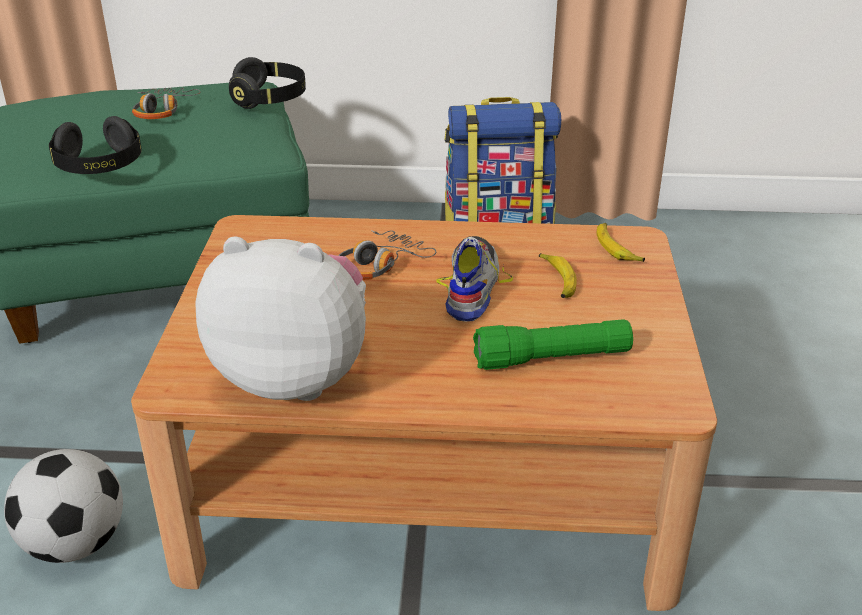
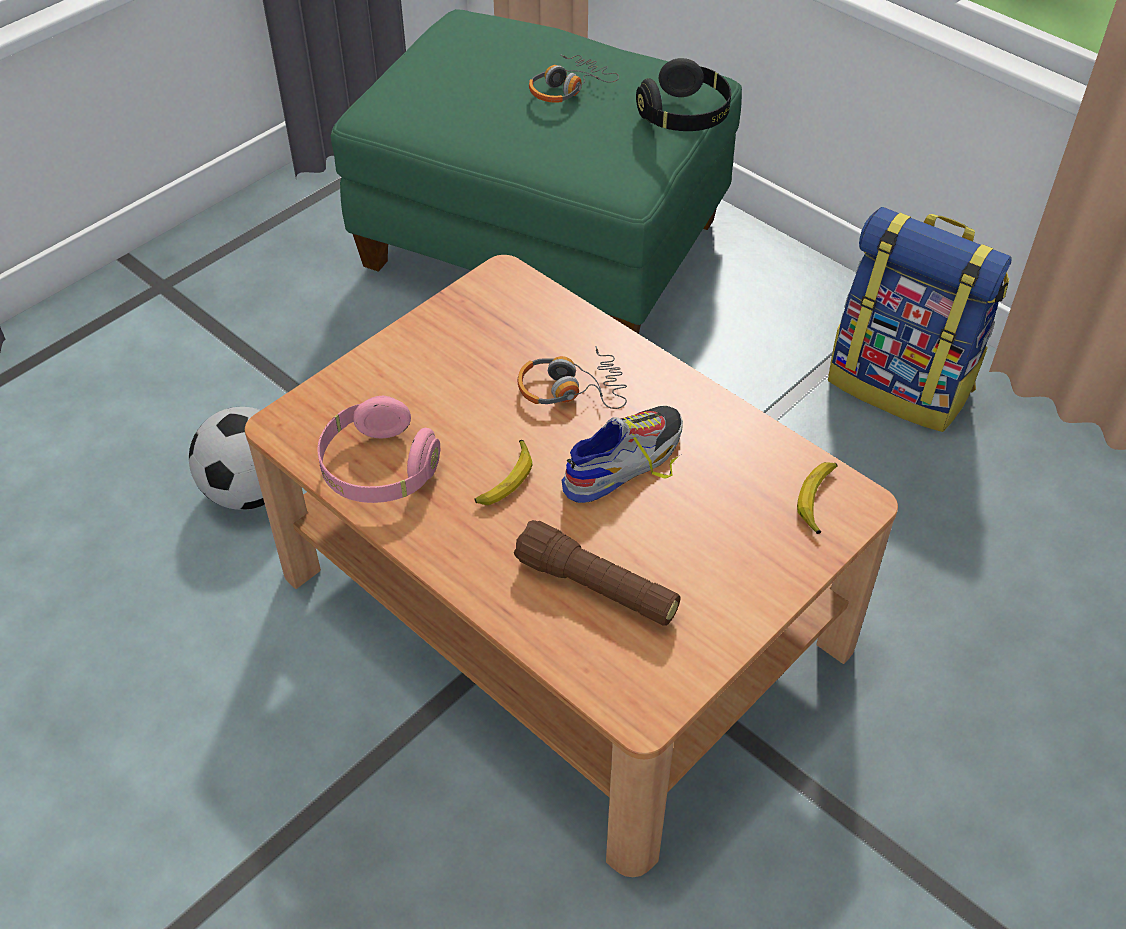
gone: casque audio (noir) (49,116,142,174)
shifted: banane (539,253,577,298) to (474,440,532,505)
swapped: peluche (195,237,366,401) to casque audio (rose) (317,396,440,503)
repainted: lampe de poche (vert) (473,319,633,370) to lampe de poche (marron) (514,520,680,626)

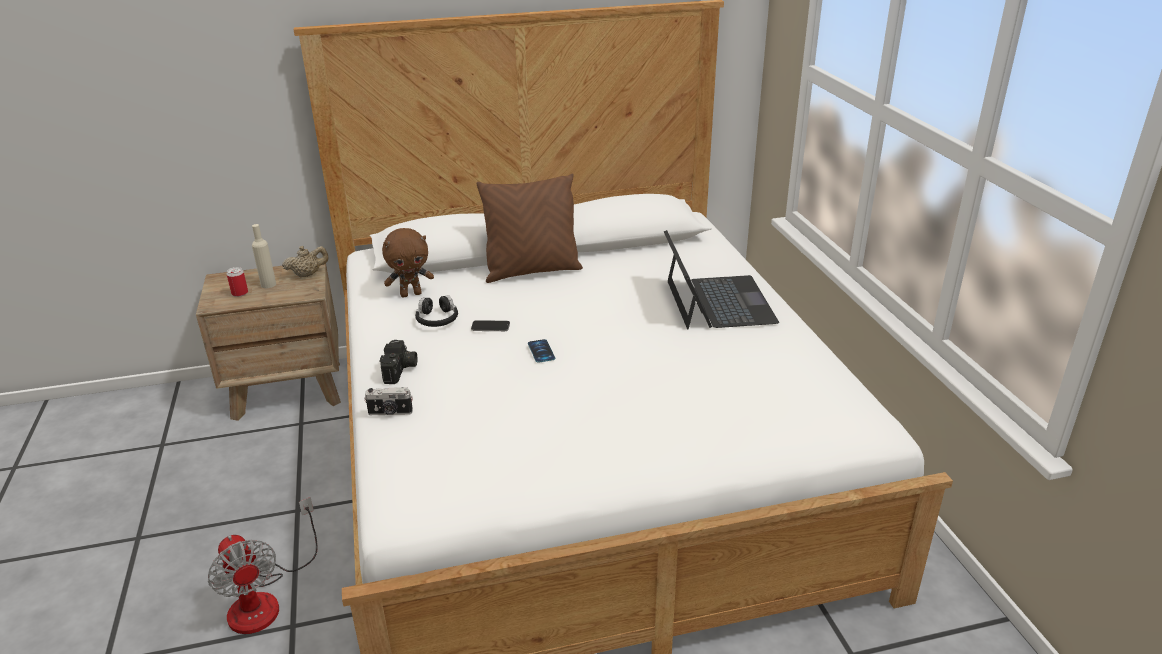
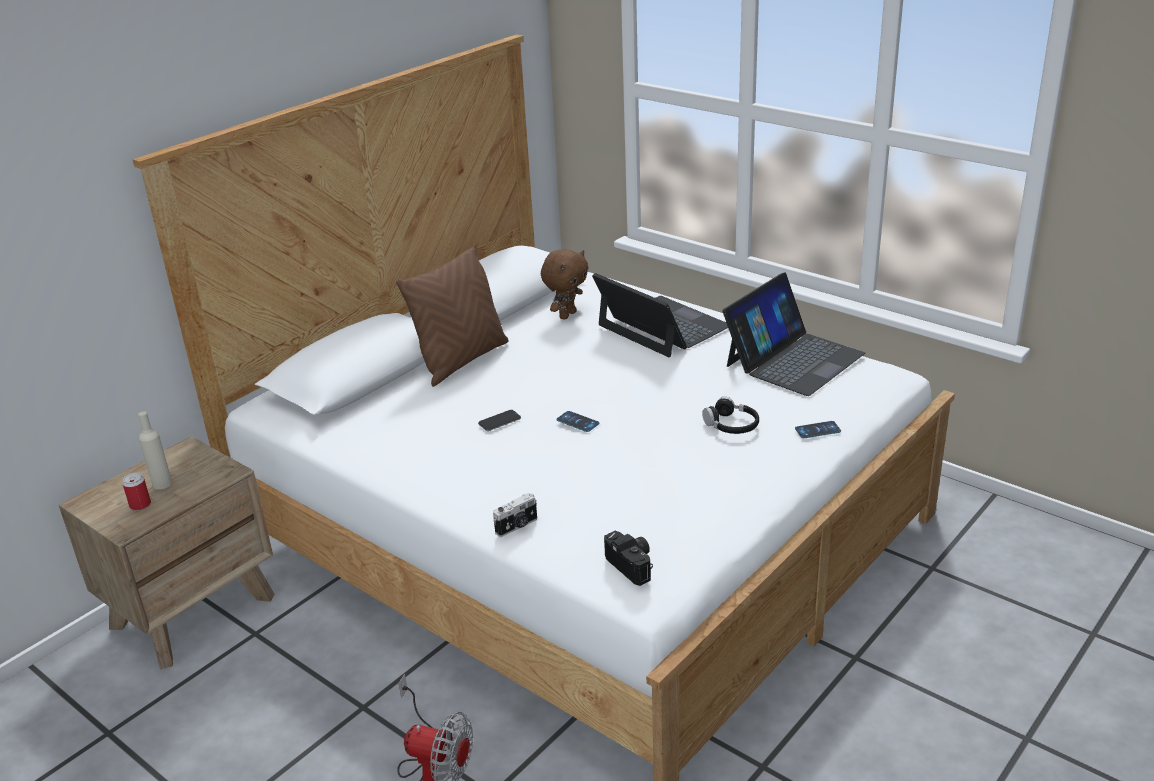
gone: théière (beige) (282,246,329,278)
new: ordinateur portable (723,272,865,396); téléphone (795,421,841,438)
shifted: peluche (marron) (382,228,434,297) to (541,249,588,320); casque audio (noir) (415,295,458,327) to (702,397,759,434); appareil photo (380,340,417,384) to (604,531,653,586)

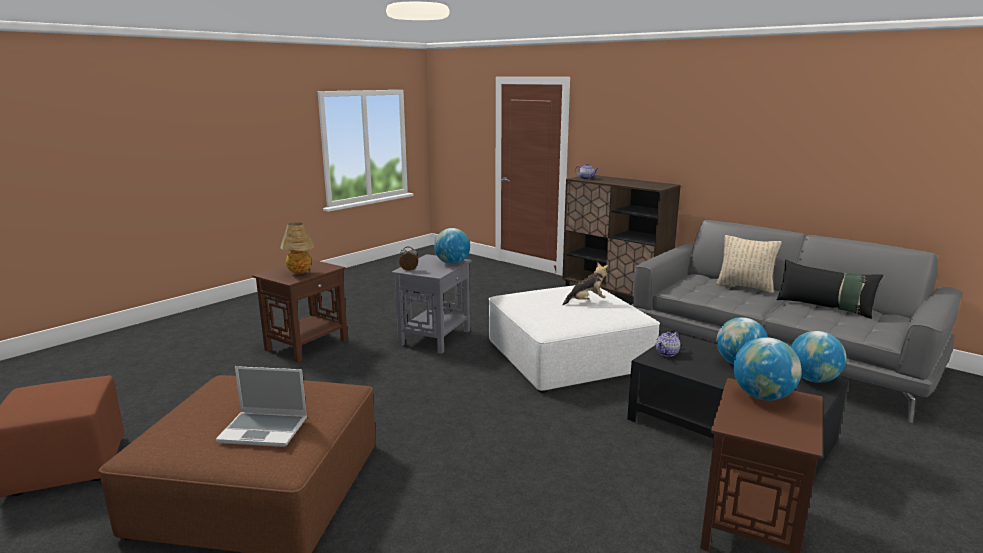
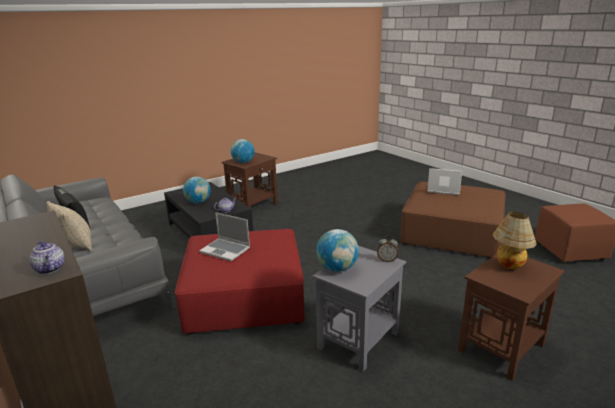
gone: globe (791,331,847,383)
swapped: peluche (563,262,608,305) to ordinateur portable (199,212,250,261)
repainted: pouf (blanc) (489,285,660,393) to pouf (rouge) (175,229,304,334)

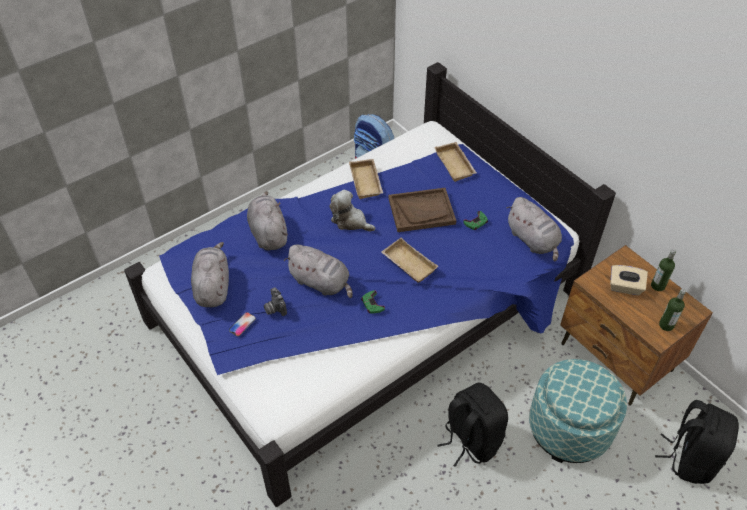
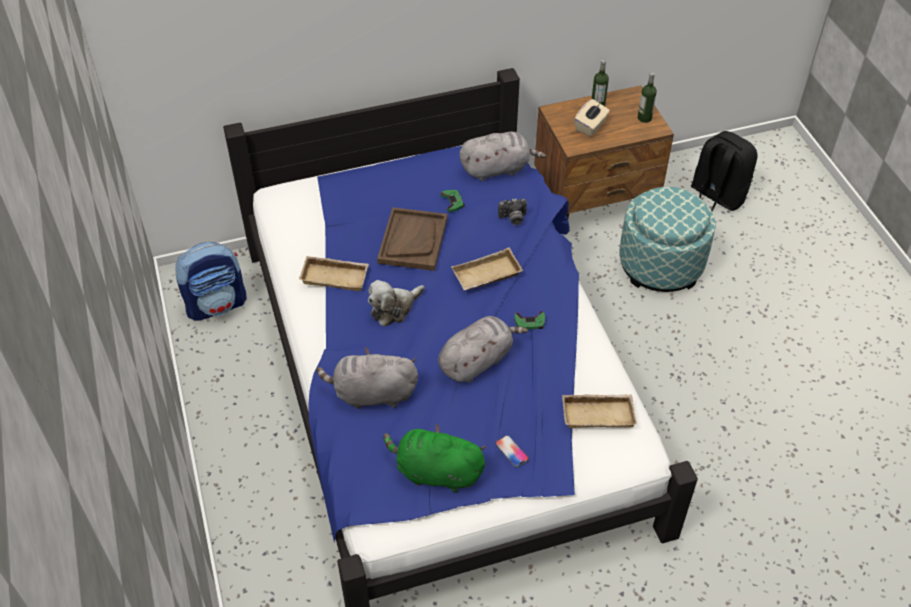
gone: sac à dos (noir) (437,383,508,467)
shifted: plateau (beige) (434,142,477,182) to (562,394,637,428); appareil photo (264,287,287,316) to (498,198,527,225)
repainted: peluche (gris) (191,242,229,307) to peluche (vert) (383,424,486,492)

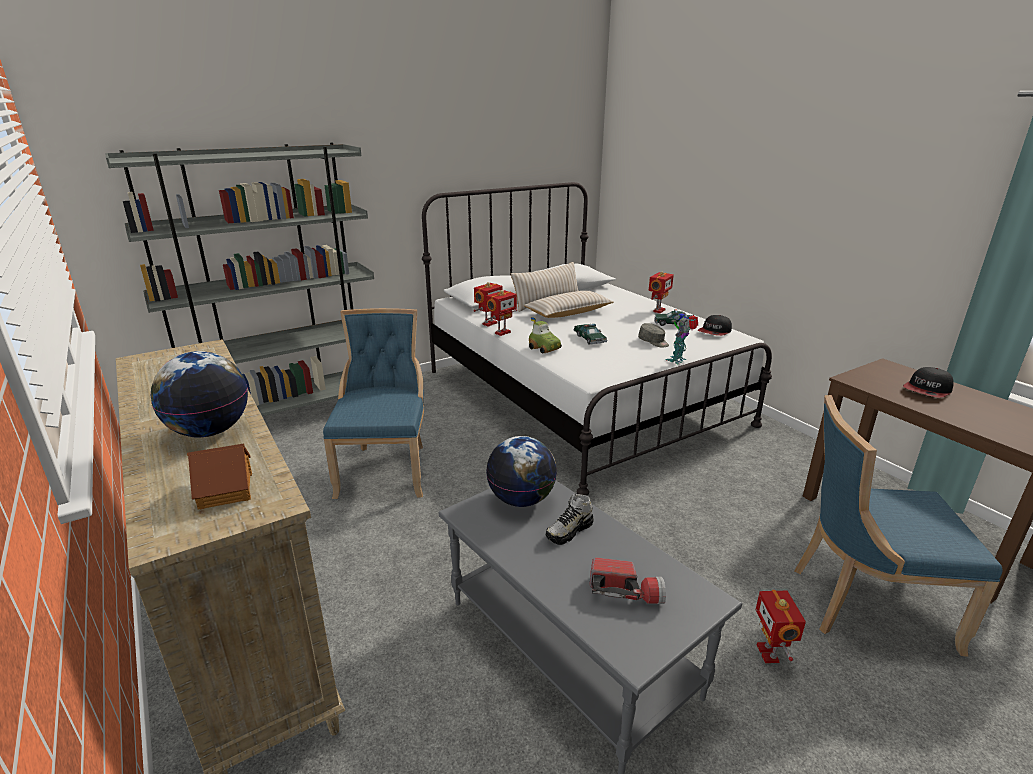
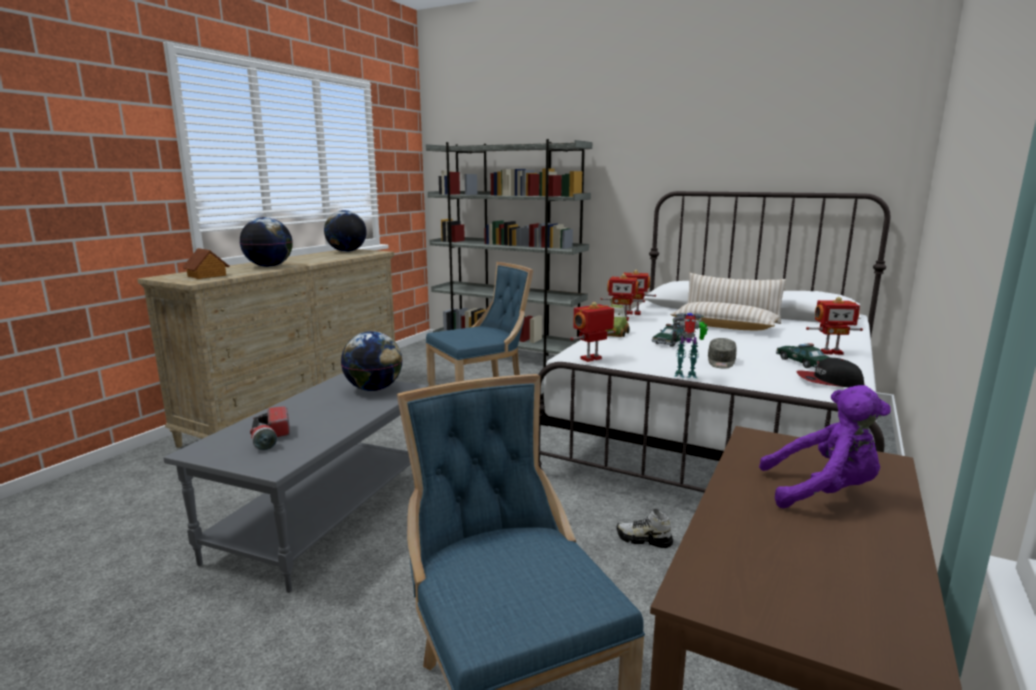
new: globe (324,210,367,252)
shifted: chaussure (546,494,594,545) to (617,509,673,548); robot jouet (756,590,806,663) to (570,302,616,362)
swapped: casquette (903,367,954,398) to peluche (violet) (759,385,891,508)

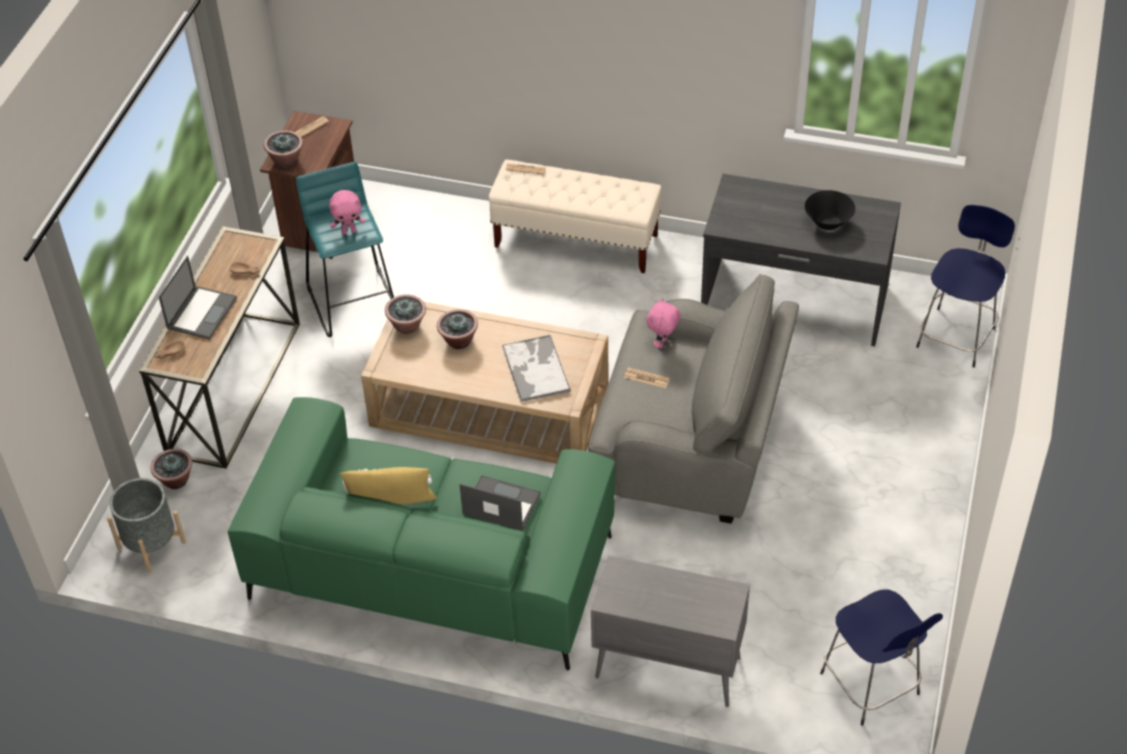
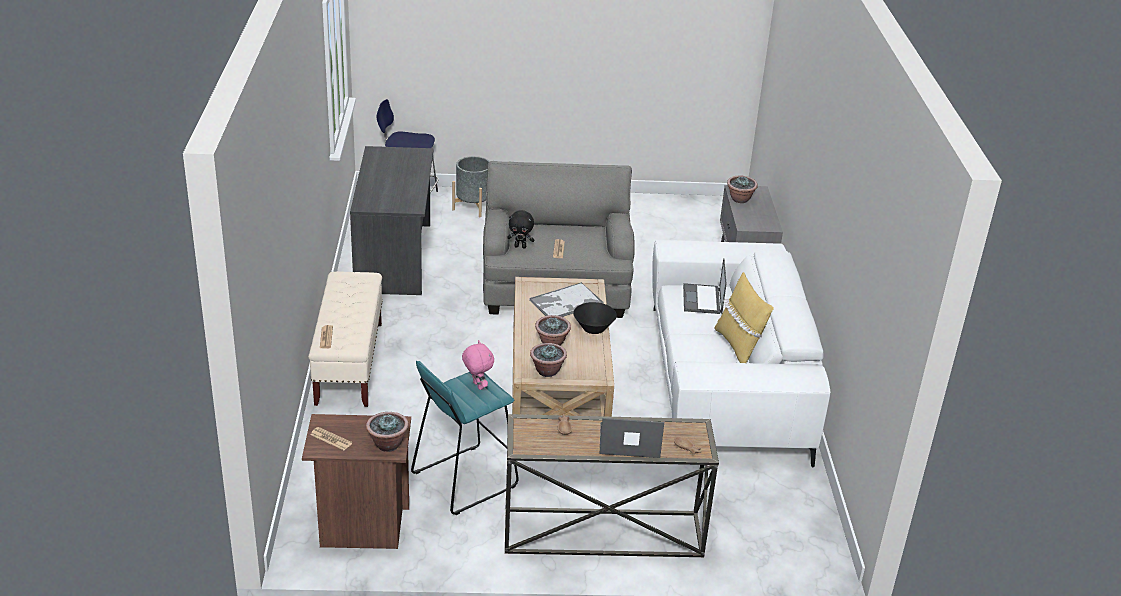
gone: tabouret (bleu) (820,589,943,726)
shifted: bol (noir) (805,190,855,230) to (573,302,617,334); plante en pot (150,449,193,489) to (727,176,758,203); cache-pot (gris) (107,478,186,573) to (452,156,490,217)
repainted: peluche (rose) (647,298,681,348) to peluche (noir) (507,210,534,248); canapé (vert) (228,397,615,671) to canapé (blanc) (652,240,830,467)

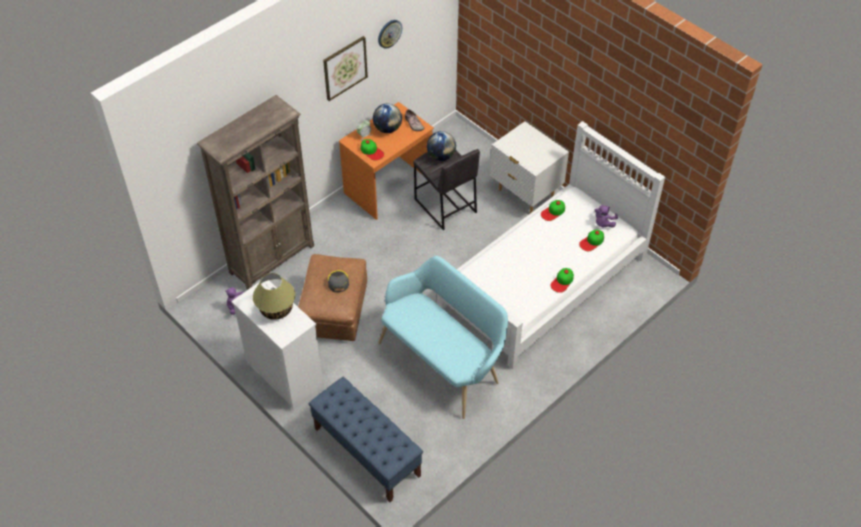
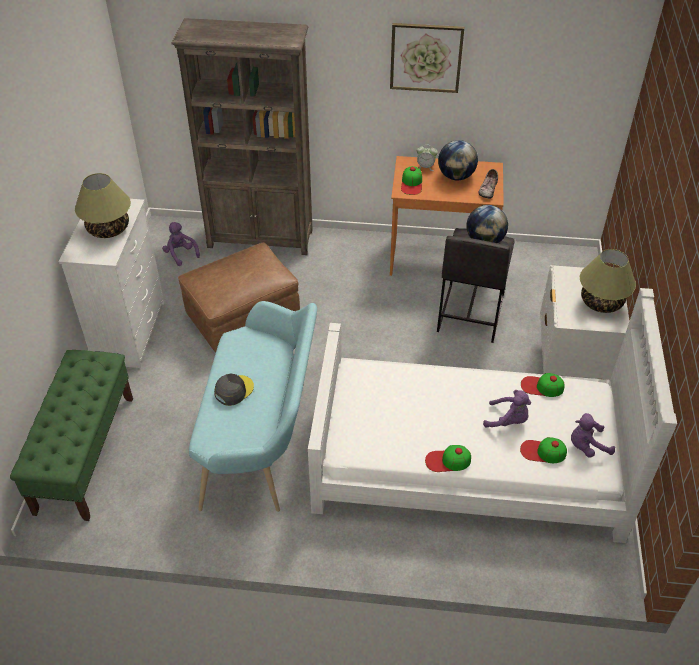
gone: horloge murale (378,20,402,49)
new: lampe de table (580,249,636,313); peluche (violet) (483,390,531,427)
shifted: casquette (gris) (328,270,349,292) to (214,374,254,406)
repainted: banc (bleu) (309,377,423,502) to banc (vert) (10,350,133,521)

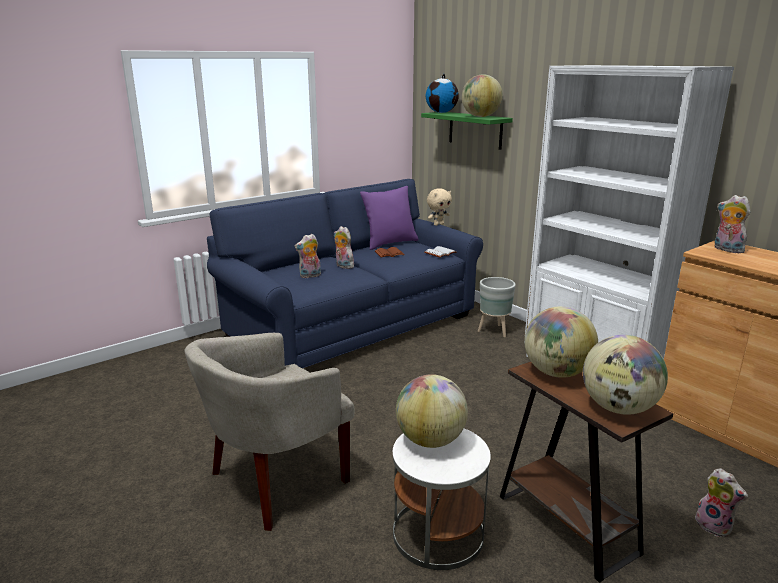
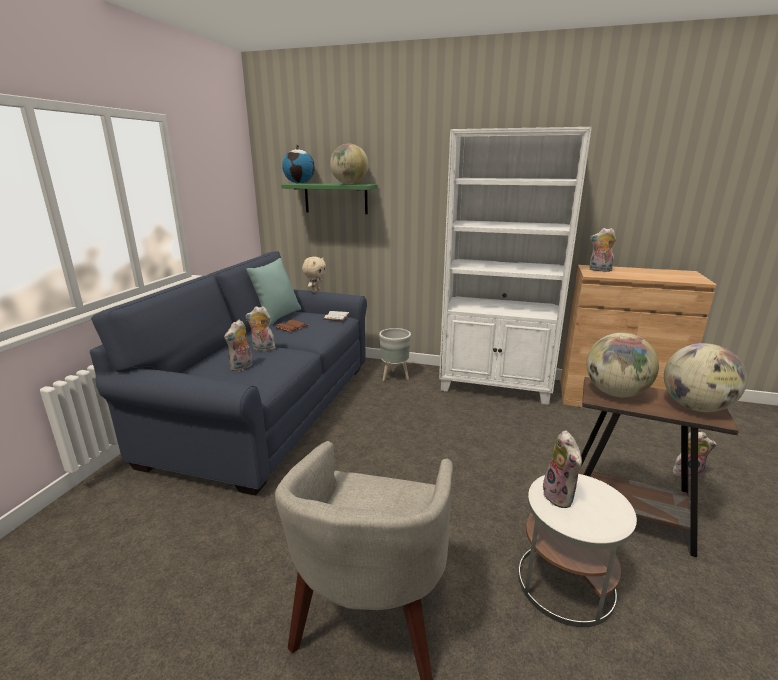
swapped: globe (396,374,468,448) to peluche (543,430,582,508)
repainted: coussin (violet) (360,186,418,250) to coussin (turquoise) (246,258,301,326)

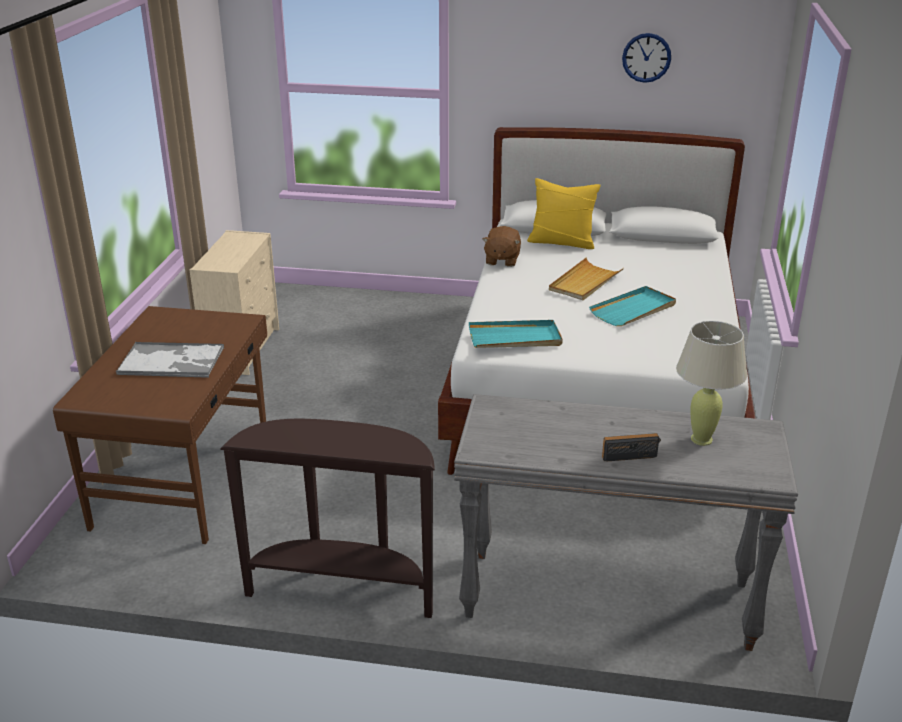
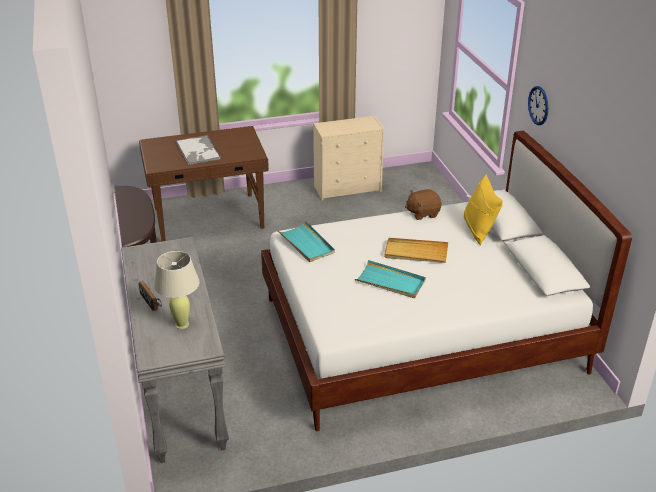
shifted: horloge murale (622,33,671,83) to (528,86,549,125)

